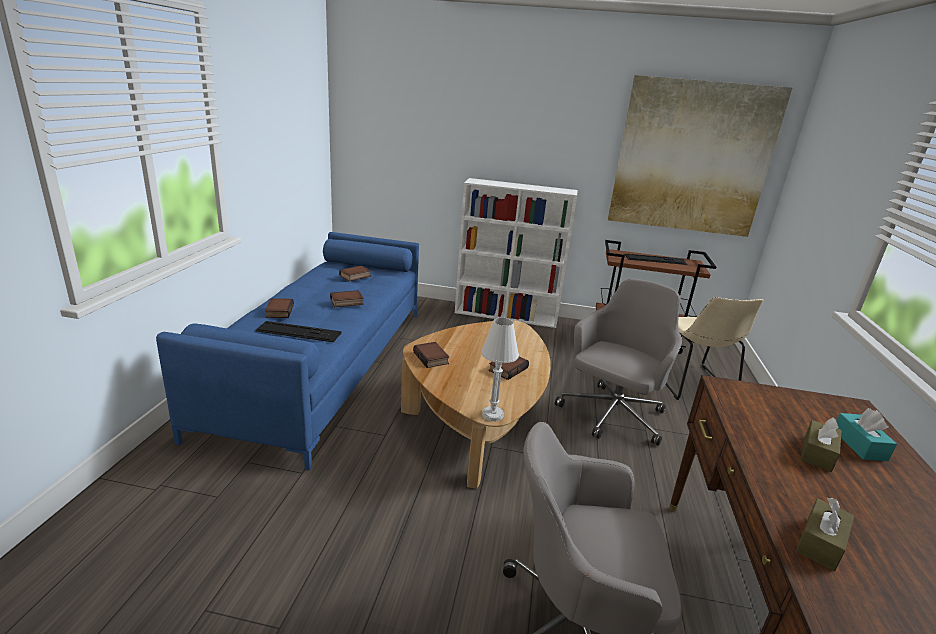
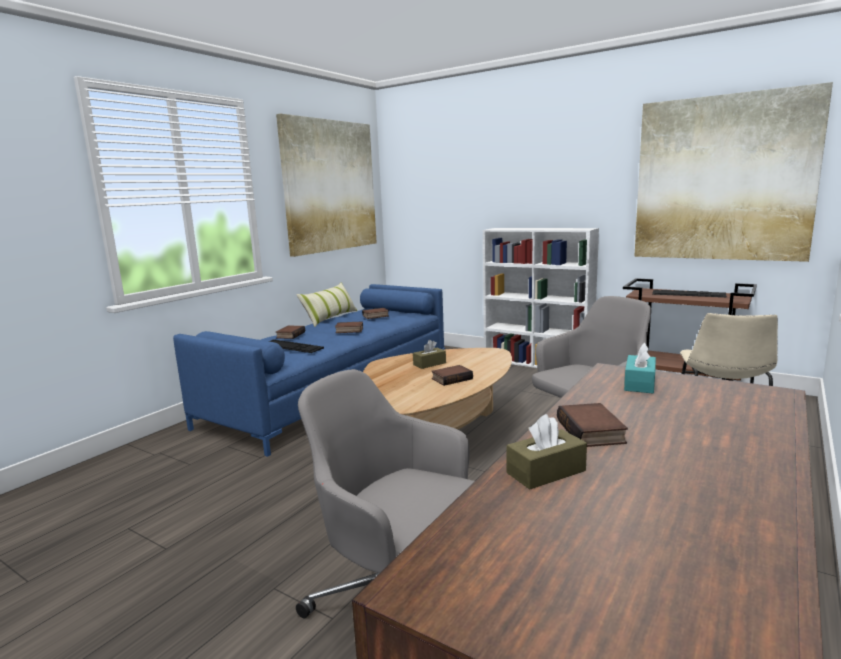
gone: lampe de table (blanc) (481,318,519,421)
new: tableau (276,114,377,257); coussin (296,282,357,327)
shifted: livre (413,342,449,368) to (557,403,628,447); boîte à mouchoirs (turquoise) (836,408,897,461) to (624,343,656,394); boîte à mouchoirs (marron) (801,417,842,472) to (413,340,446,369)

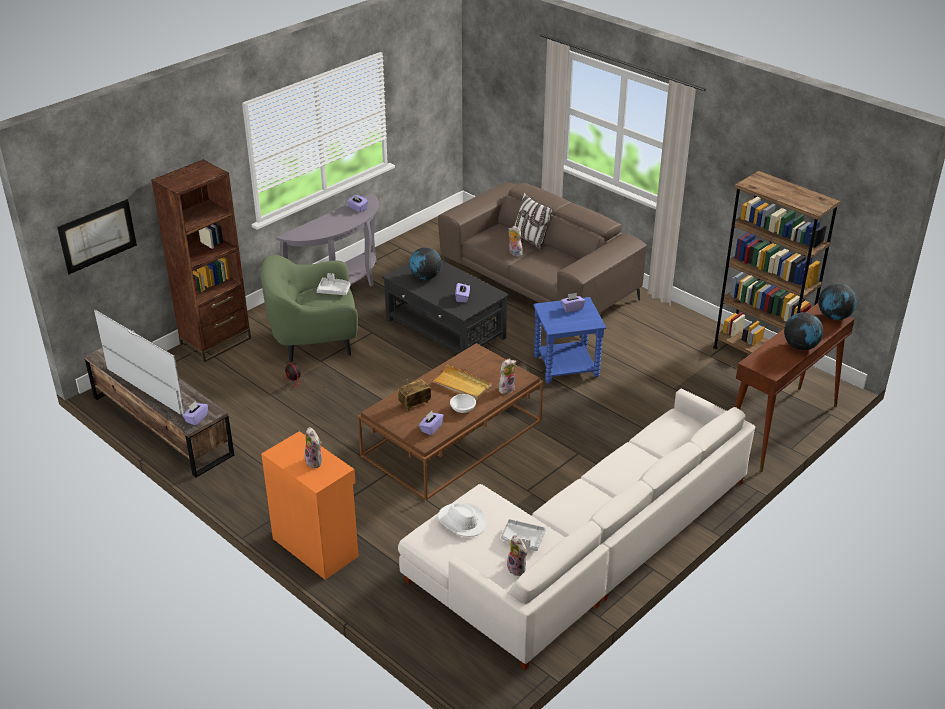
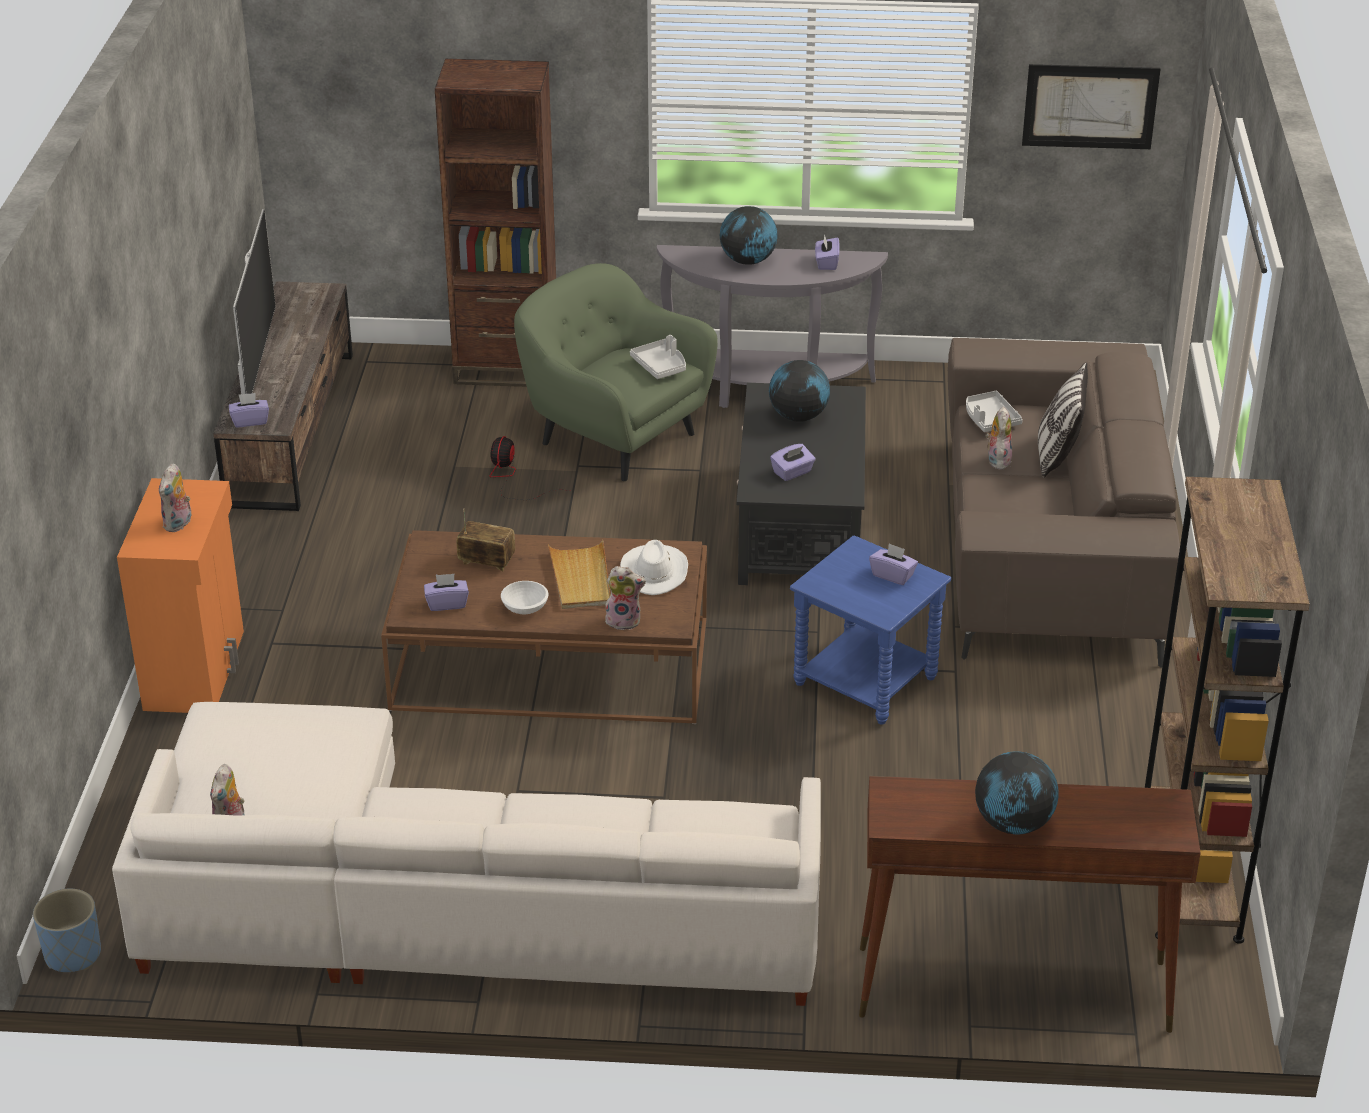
new: cache-pot (bleu) (33,889,101,972)
shifted: tableau (57,199,137,274) to (1022,64,1161,149); globe (818,284,857,320) to (720,206,778,265); chapeau (blanc) (438,503,487,537) to (620,540,688,595); plateau (gris) (501,519,546,551) to (966,391,1023,432)

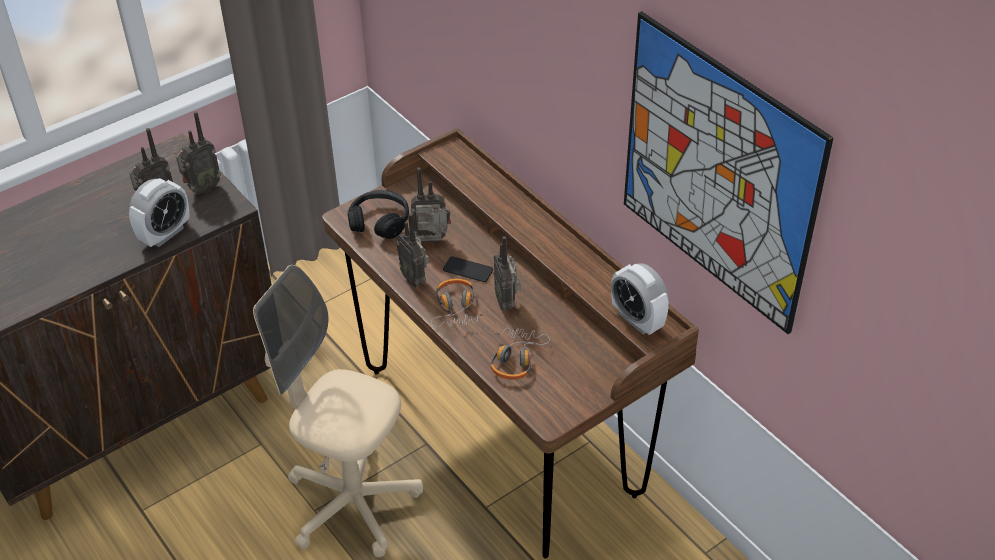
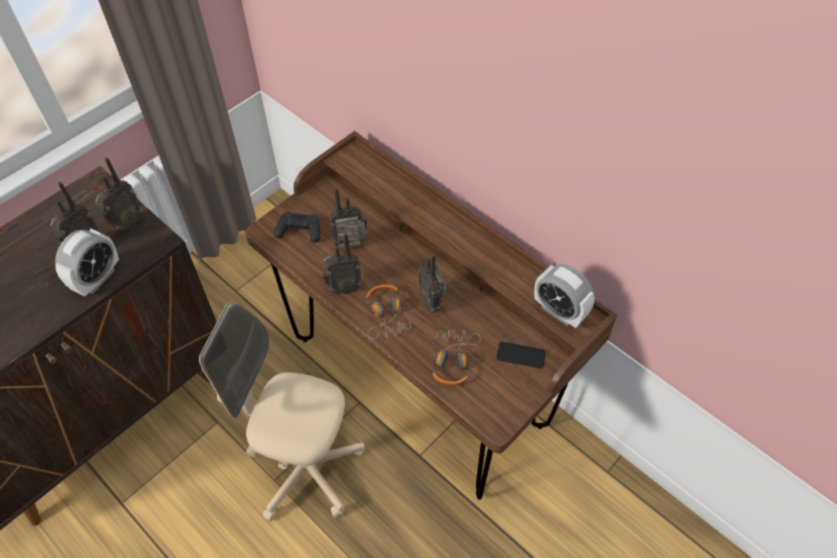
gone: tableau (624,11,834,334)
shifted: téléphone (443,256,493,282) to (496,342,545,368)
swapped: casque audio (noir) (348,190,409,239) to manette (noir) (274,212,320,243)
rotated: radio (396,213,429,288) = (322,233,362,294) 60 degrees counterclockwise

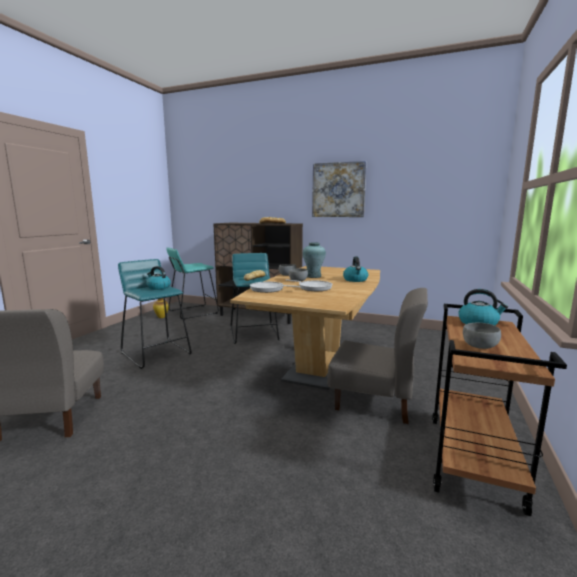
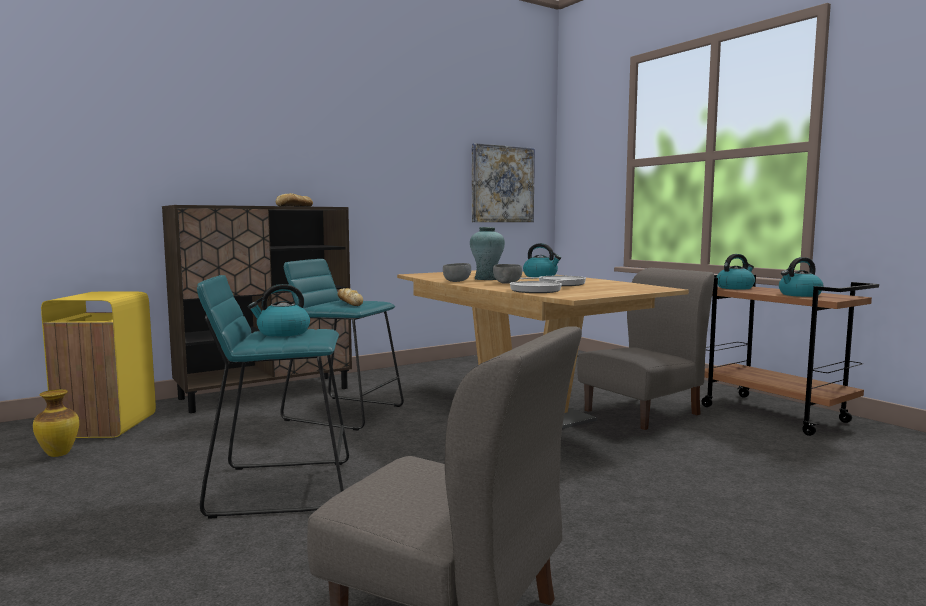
shifted: tableau (312,161,366,217) to (472,143,535,222)
swapped: tabouret (turquoise) (166,247,219,319) to poubelle (jaune) (41,292,156,438); bol (gris) (463,323,501,349) to bouilloire (779,257,824,297)

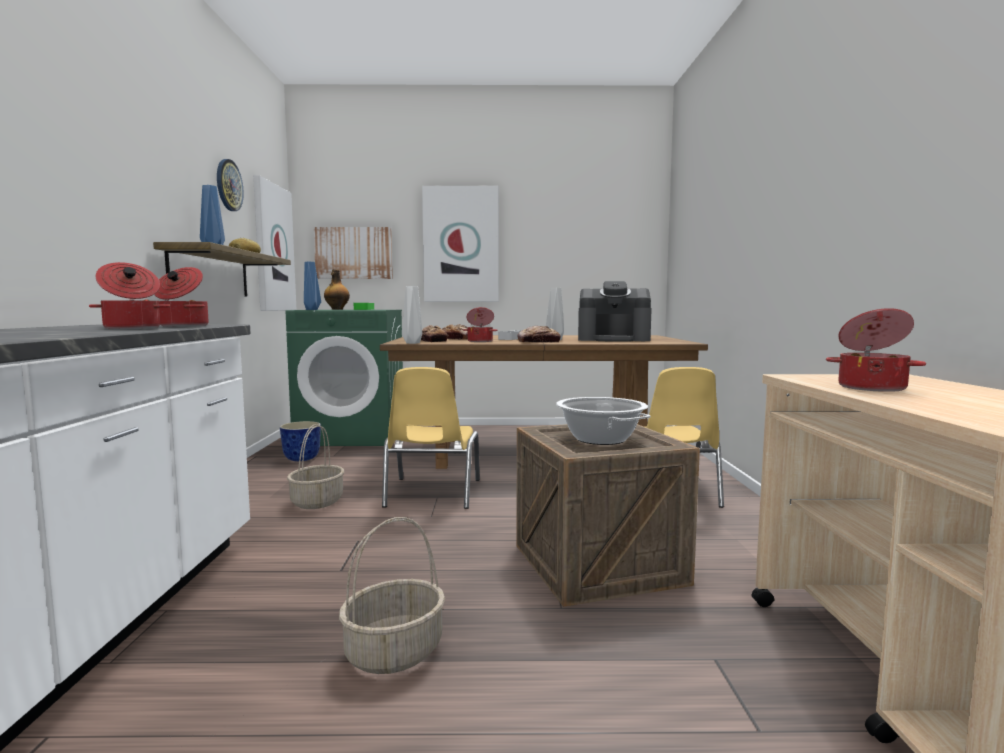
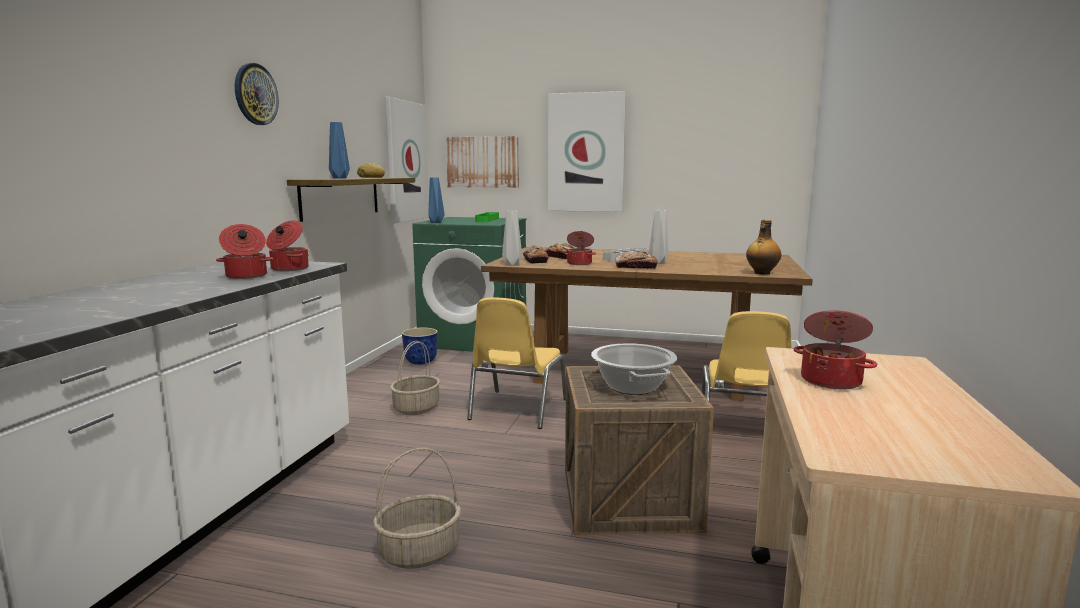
gone: machine à café (578,281,652,342)
shifted: horloge murale (217,159,244,211) to (235,63,279,125); bouteille (324,269,350,310) to (746,220,781,274)

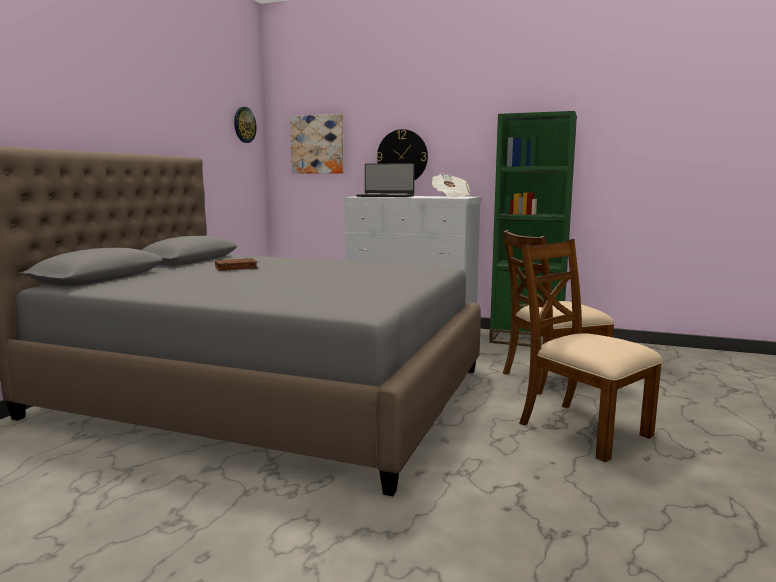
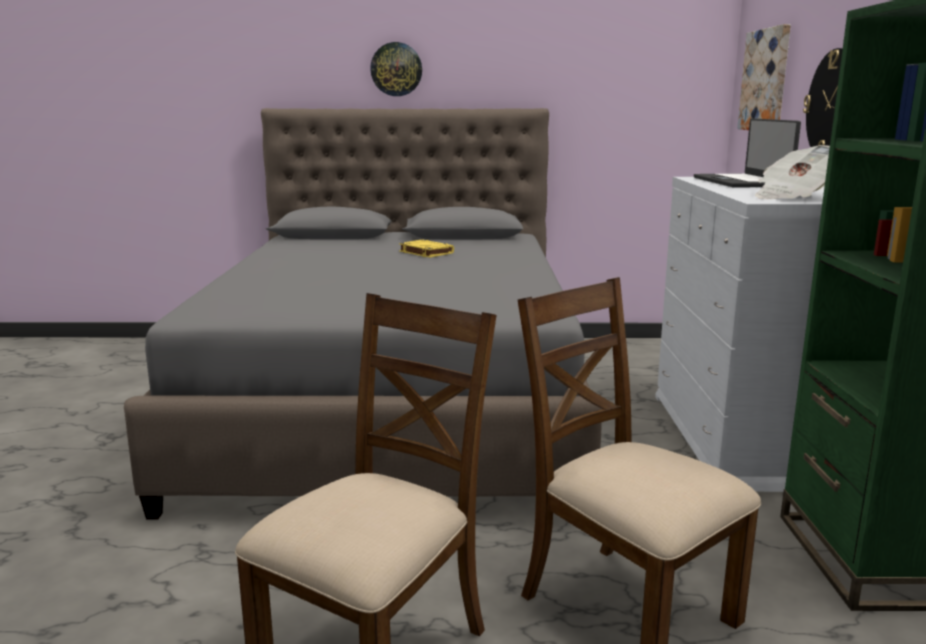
shifted: horloge murale (234,107,257,143) to (370,42,422,96)
repainted: livre (marron) (215,258,258,271) to livre (jaune) (399,240,454,258)

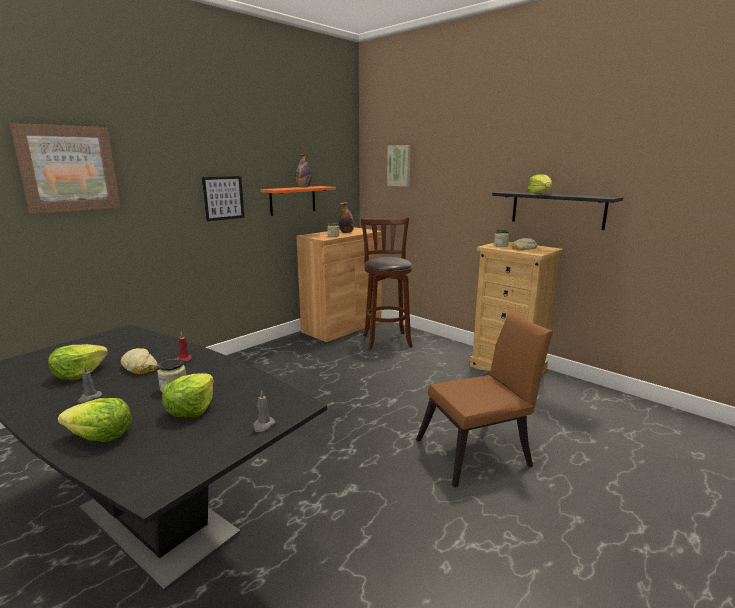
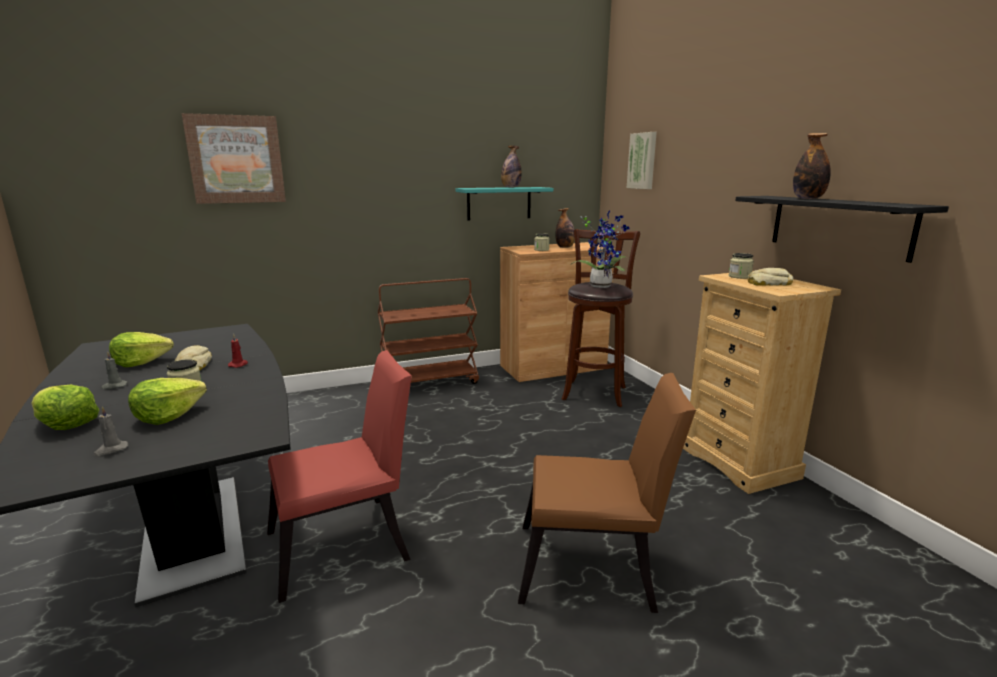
gone: tableau (202,176,245,221)
new: plante en pot (571,211,629,288); chariot (marron) (378,278,479,384); chaise (rouge) (267,350,412,603)
shifted: bougie (gris) (253,390,276,432) to (93,407,128,456)
swapped: laitue (527,174,552,194) to bouteille (793,133,830,199)
repainted: étagère (orange) (261,186,336,216) to étagère (turquoise) (455,187,553,221)

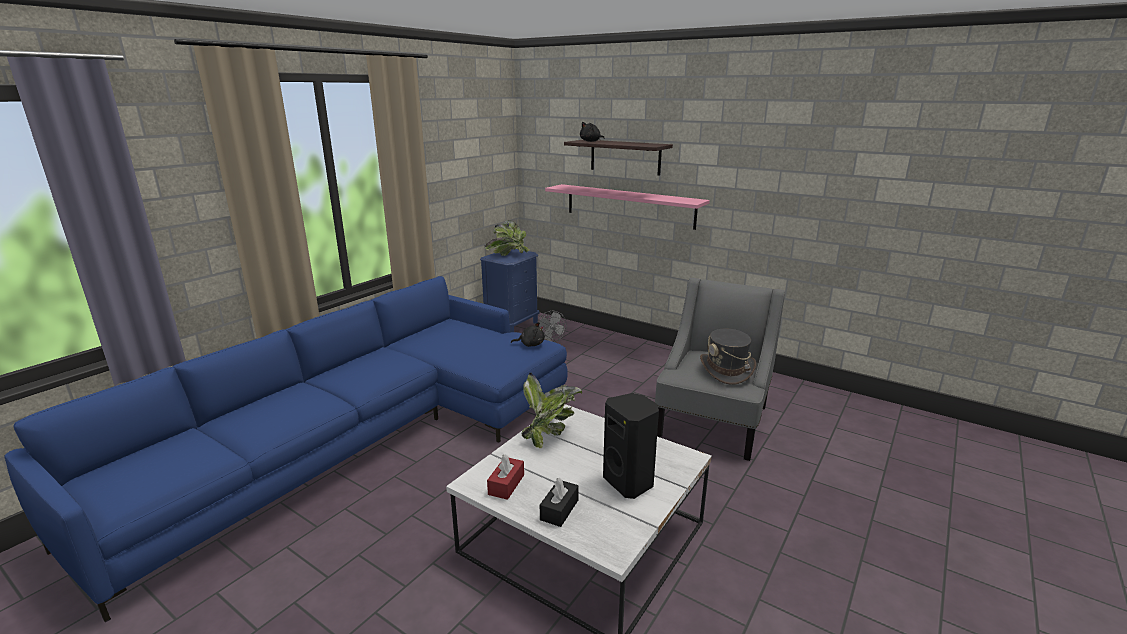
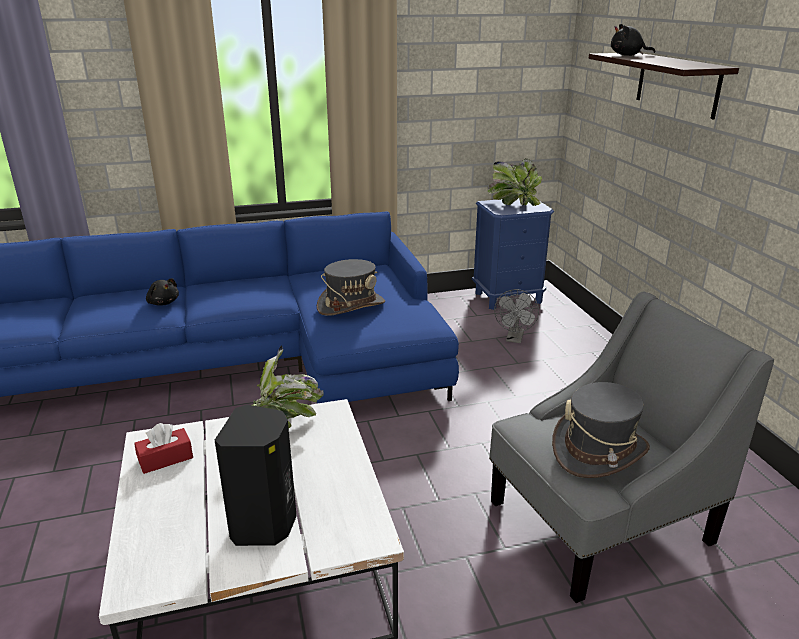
gone: étagère (rose) (545,184,710,230); boîte à mouchoirs (noir) (540,477,579,527)
new: chapeau (gris) (317,259,385,316)
shifted: peluche (noir) (511,322,545,347) to (146,278,179,306)

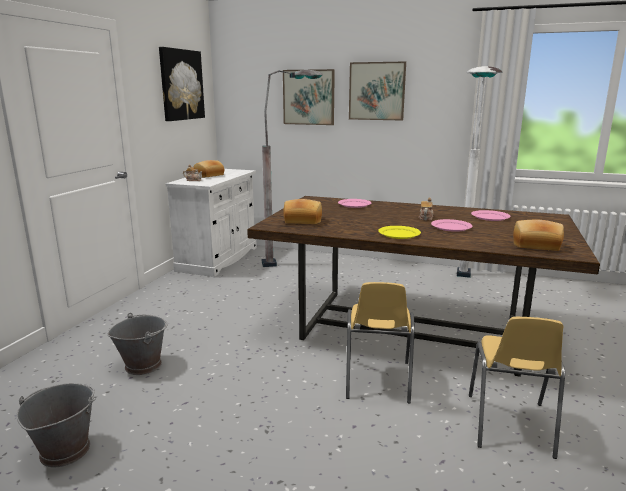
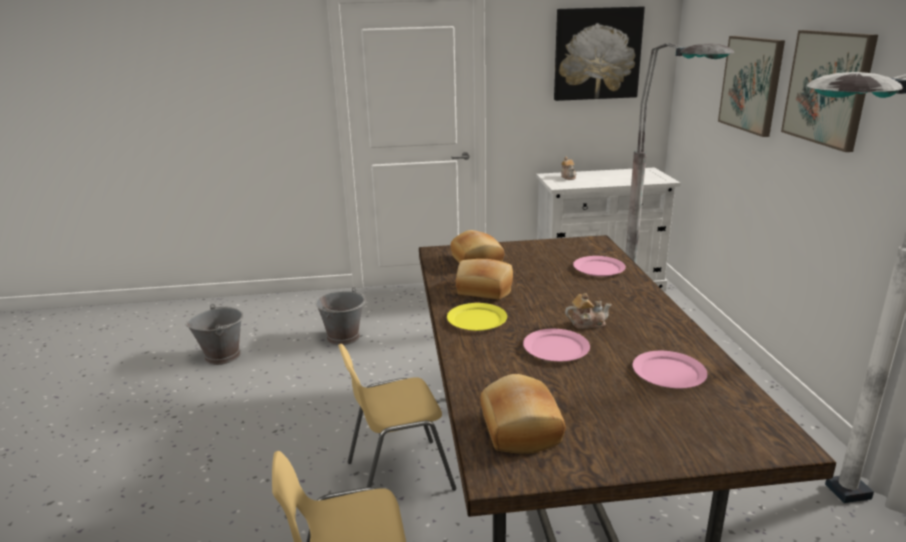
shifted: pain (193,160,224,178) to (456,259,513,299)

